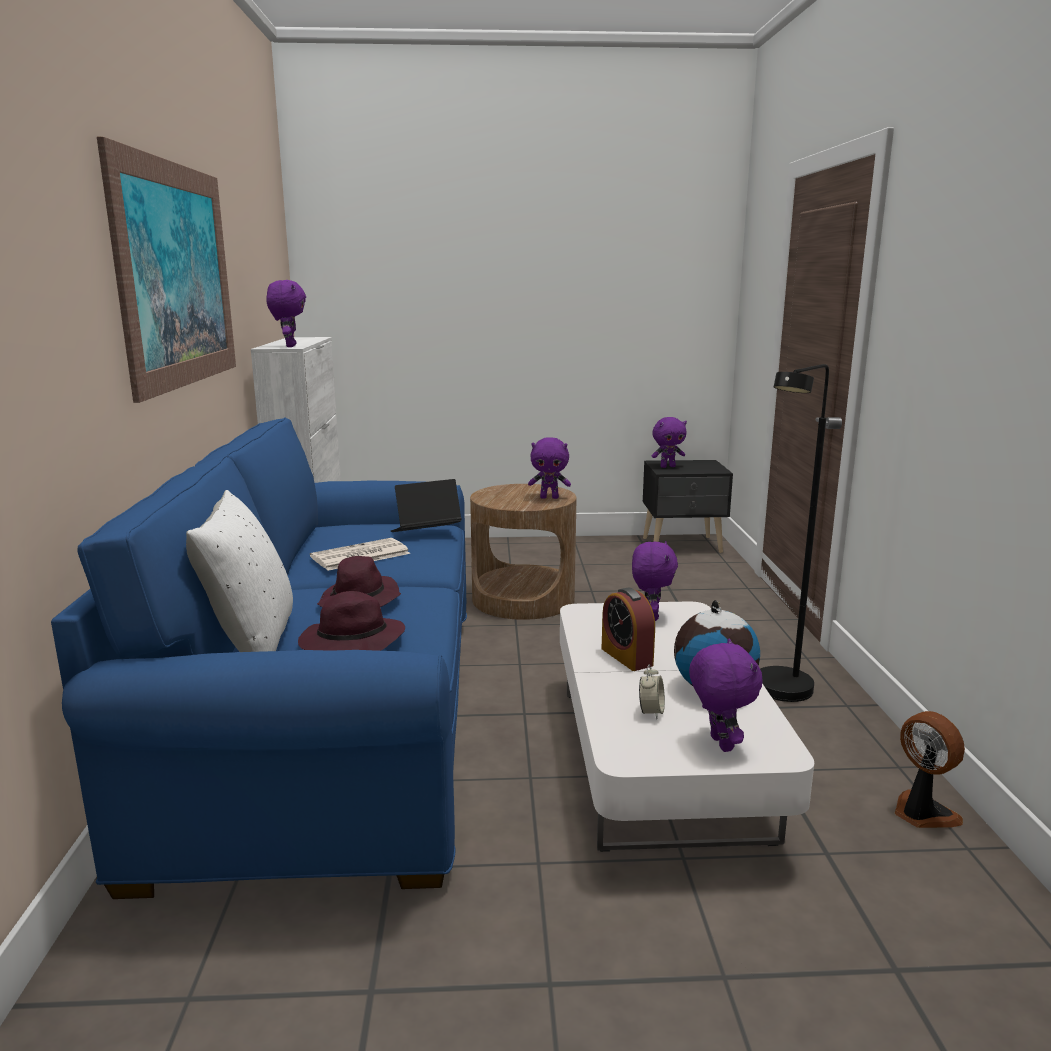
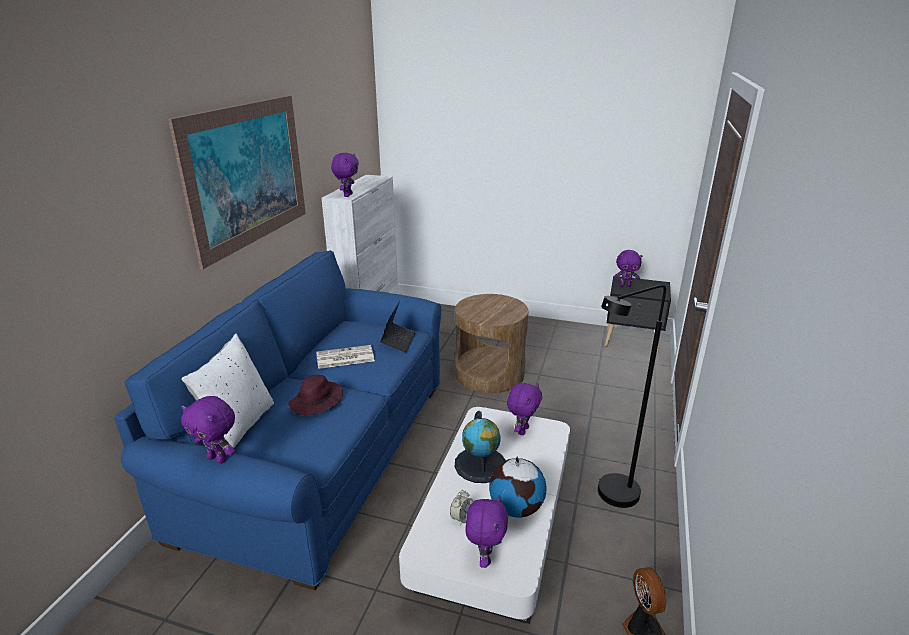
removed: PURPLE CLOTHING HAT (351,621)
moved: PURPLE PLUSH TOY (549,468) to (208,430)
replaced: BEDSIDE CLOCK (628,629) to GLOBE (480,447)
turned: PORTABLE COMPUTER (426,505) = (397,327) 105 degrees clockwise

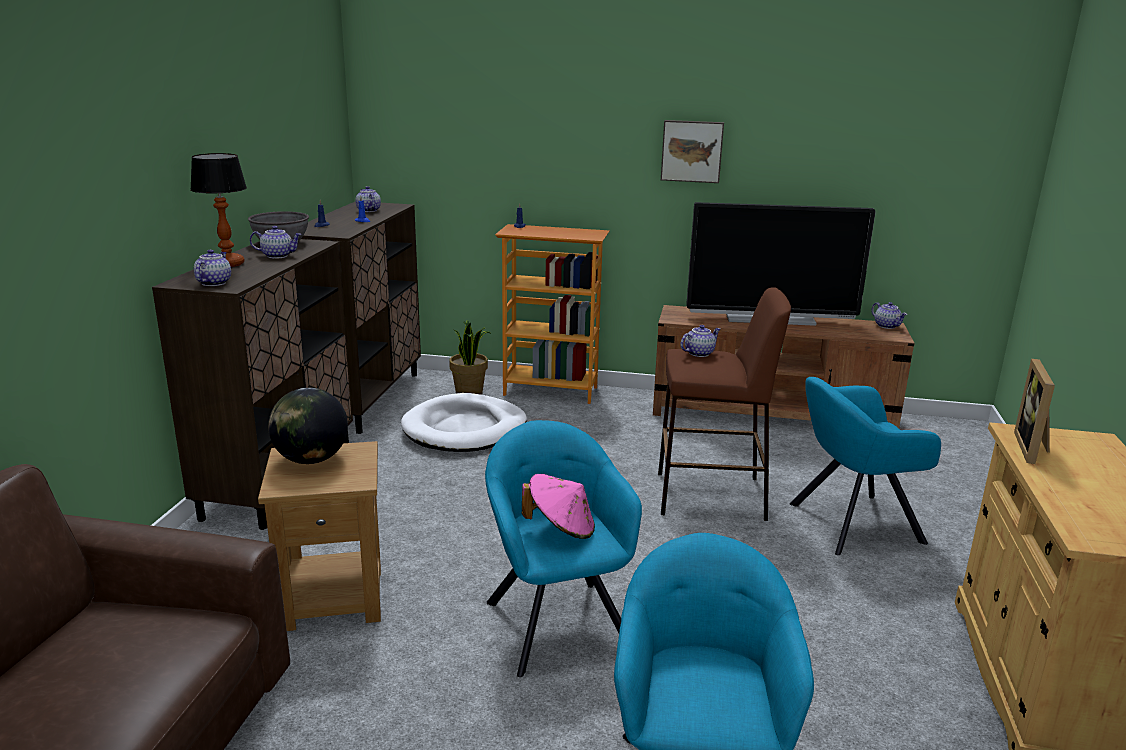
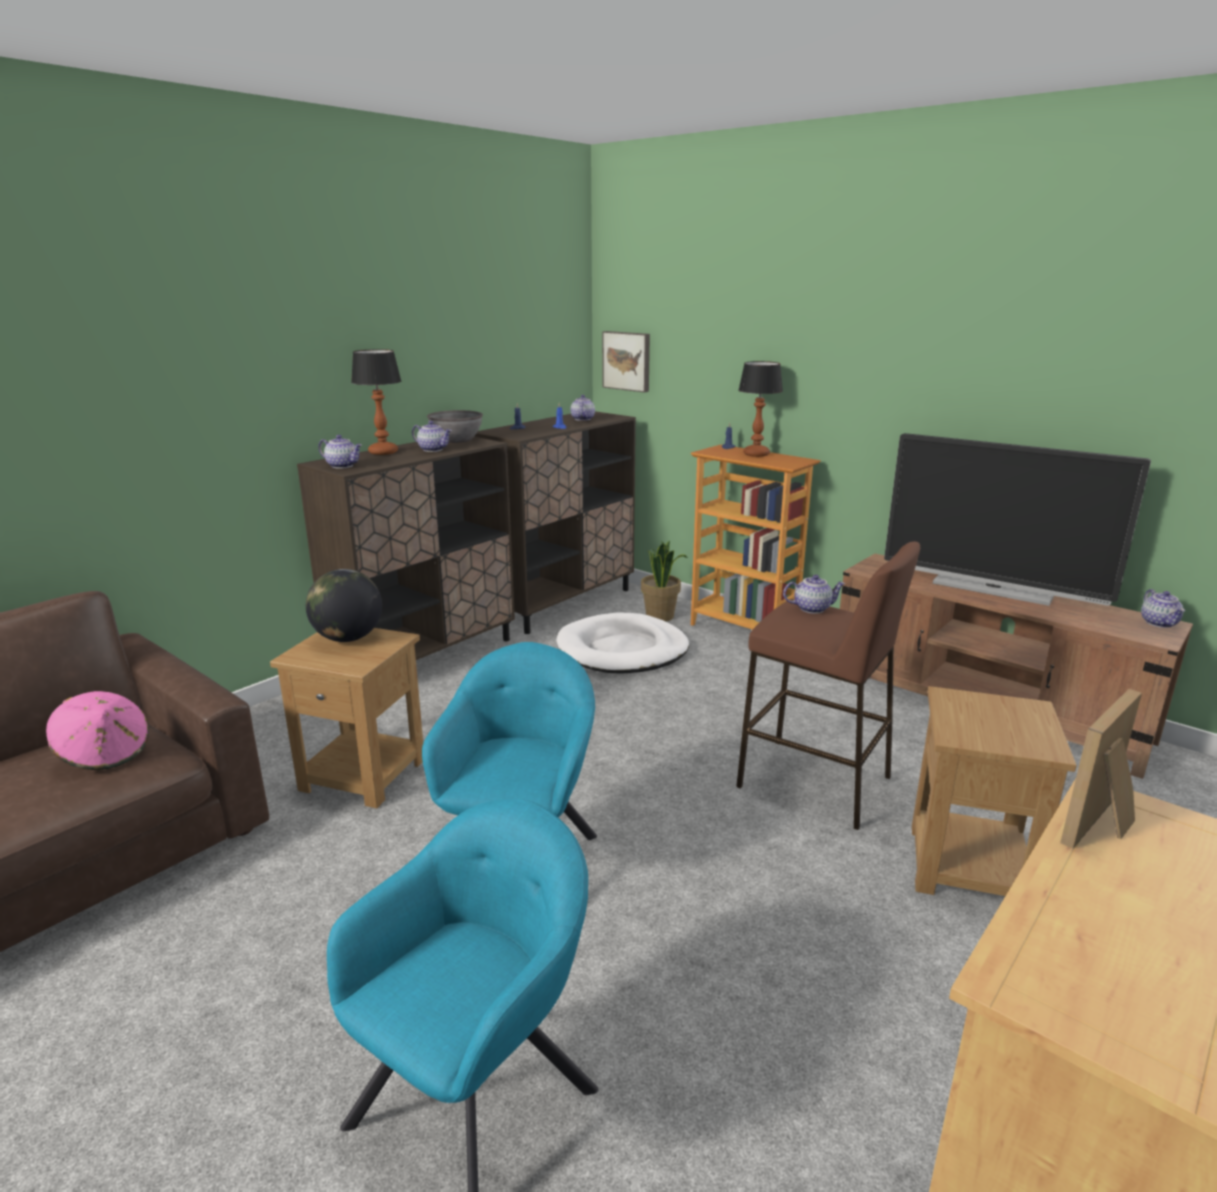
added: TABLETOP LAMP (760,409)
moved: PINKISH CLOTHING HAT (558,506) to (97,730); WALL ART (692,151) to (626,362)
replaced: BLUE-GREEN ARMCHAIR (865,466) to BROWN-COLOURED END TABLE (994,791)
turned: POT FOR TEA (212,268) = (340,451) 75 degrees clockwise

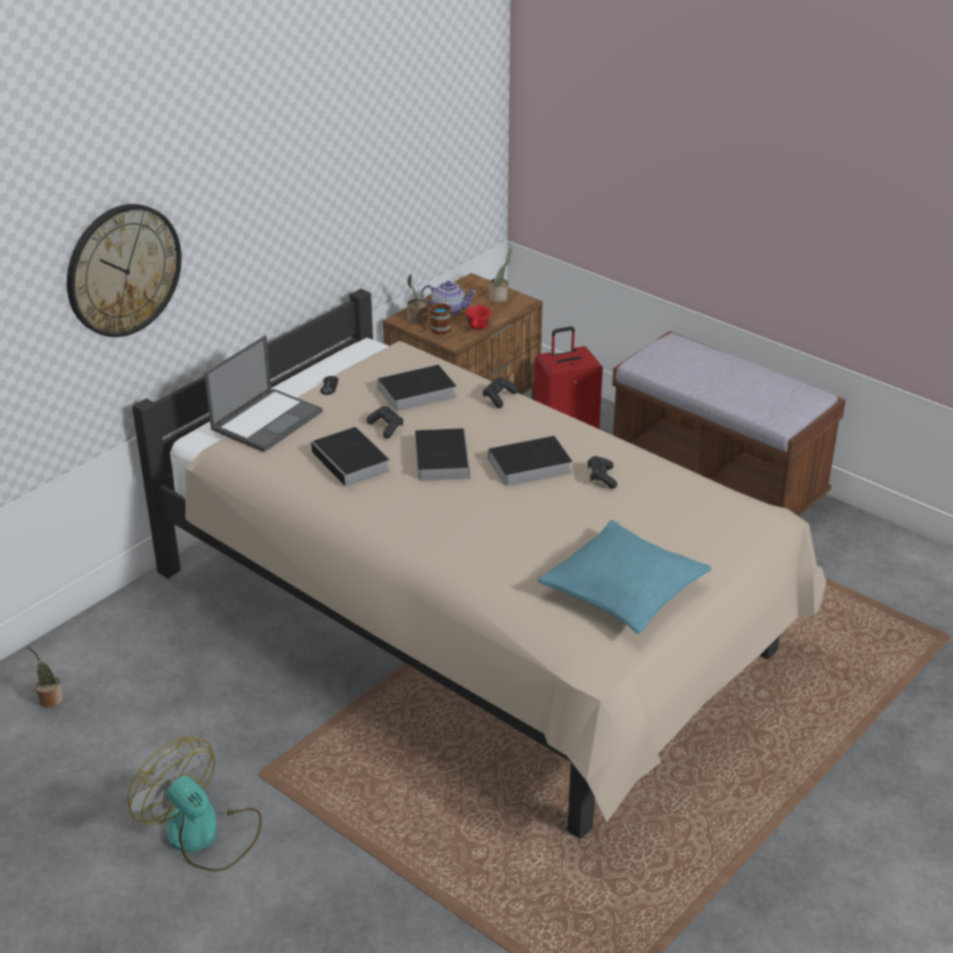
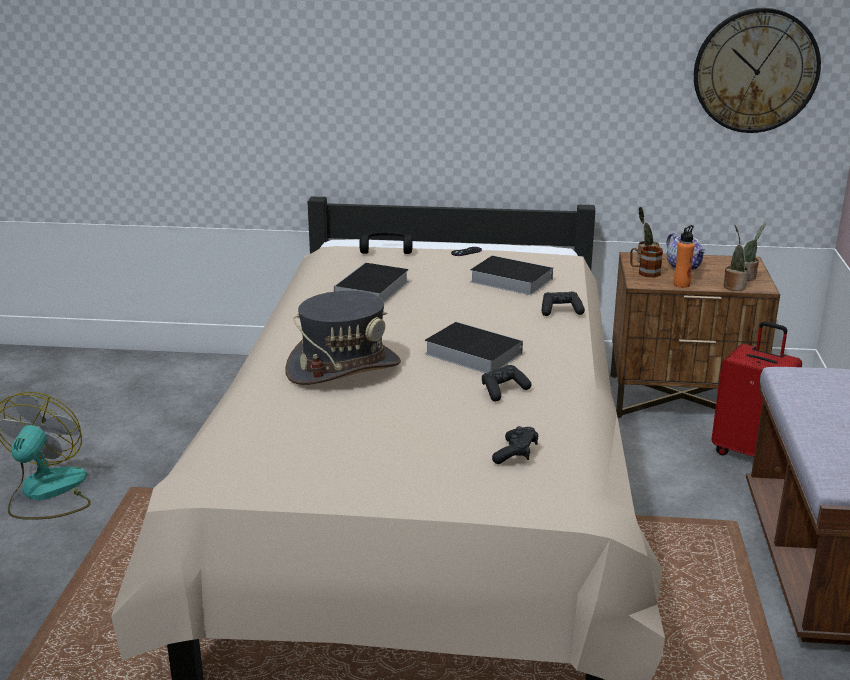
removed: BOUND BOOK (442,454); BLUE-GREEN THROW PILLOW (624,577)
added: GREY CLOTHING HAT (343,338)
moved: PLANT IN A POT (45,677) to (736,258); CLOCK ON THE WALL (124,270) to (757,70); BLACK GAMEPAD (384,422) to (515,445)
replaced: PORTABLE COMPUTER (263,393) to BLACK HEADPHONES (386,243); RED DRINKING CUP (479,317) to ORANGEY BOTTLE (684,256)

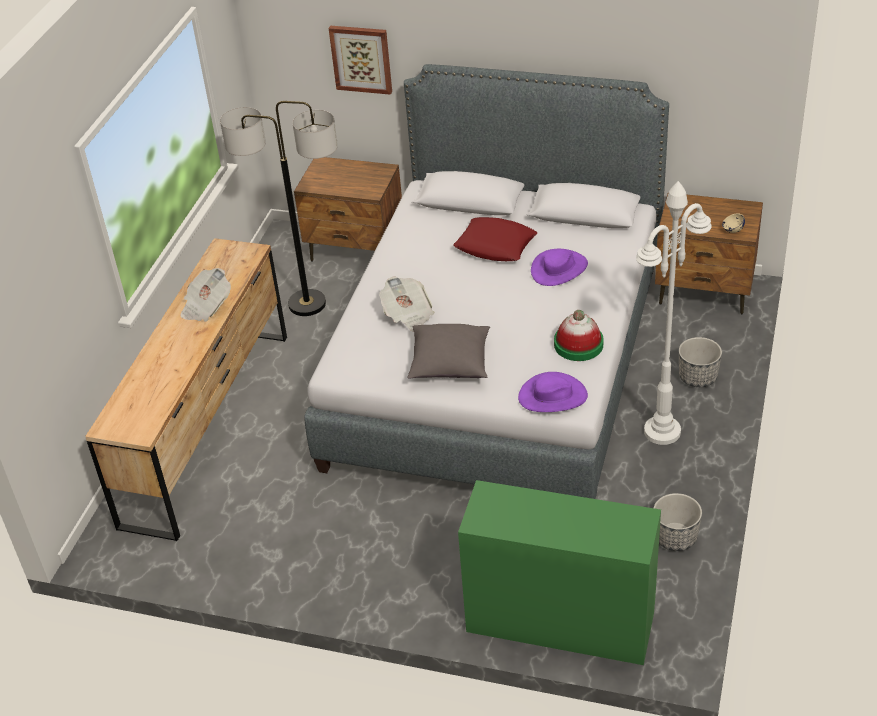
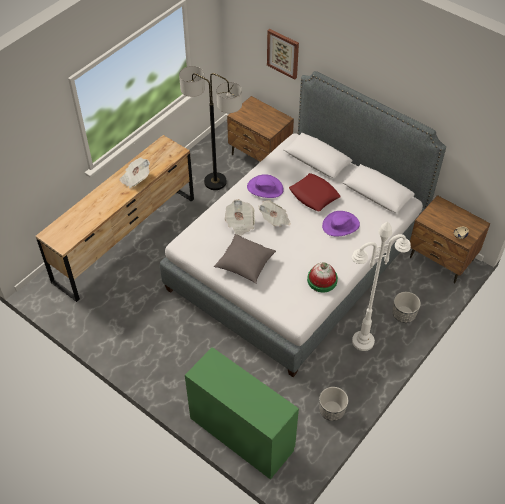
added: PRINTED PAPER (274,213)
moved: PURPLE CLOTHING HAT (553,392) to (265,186)

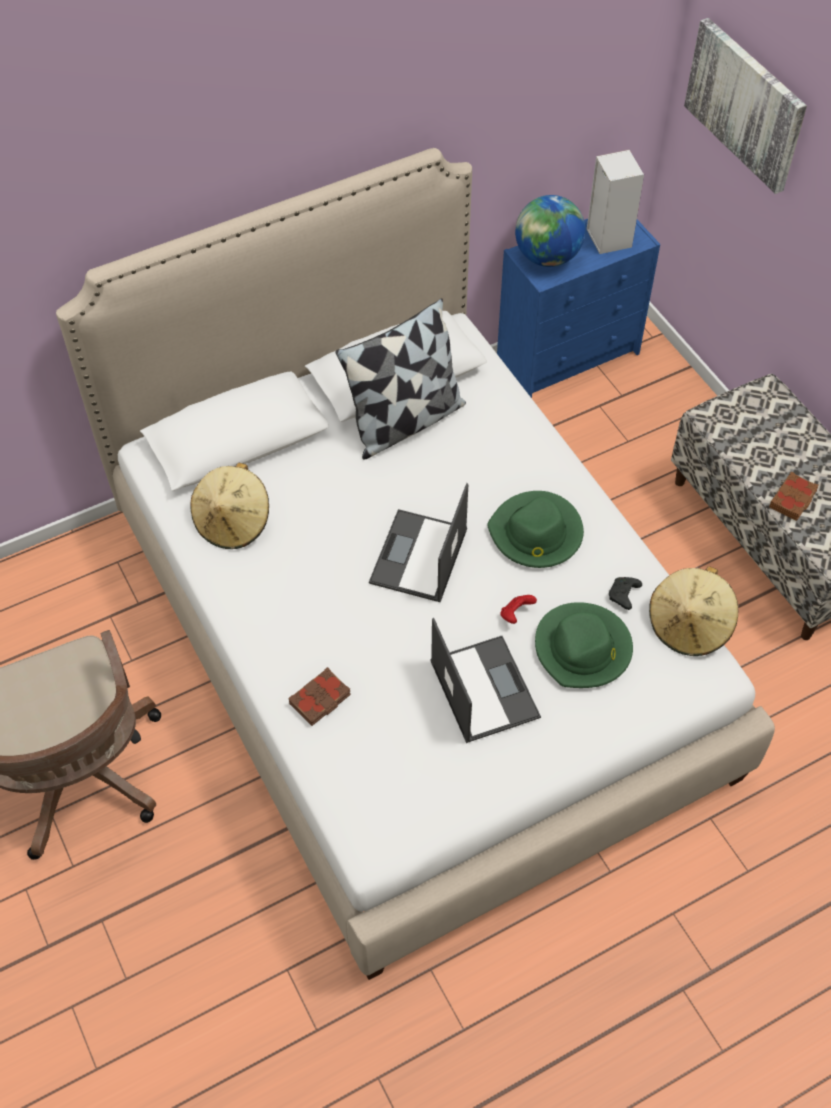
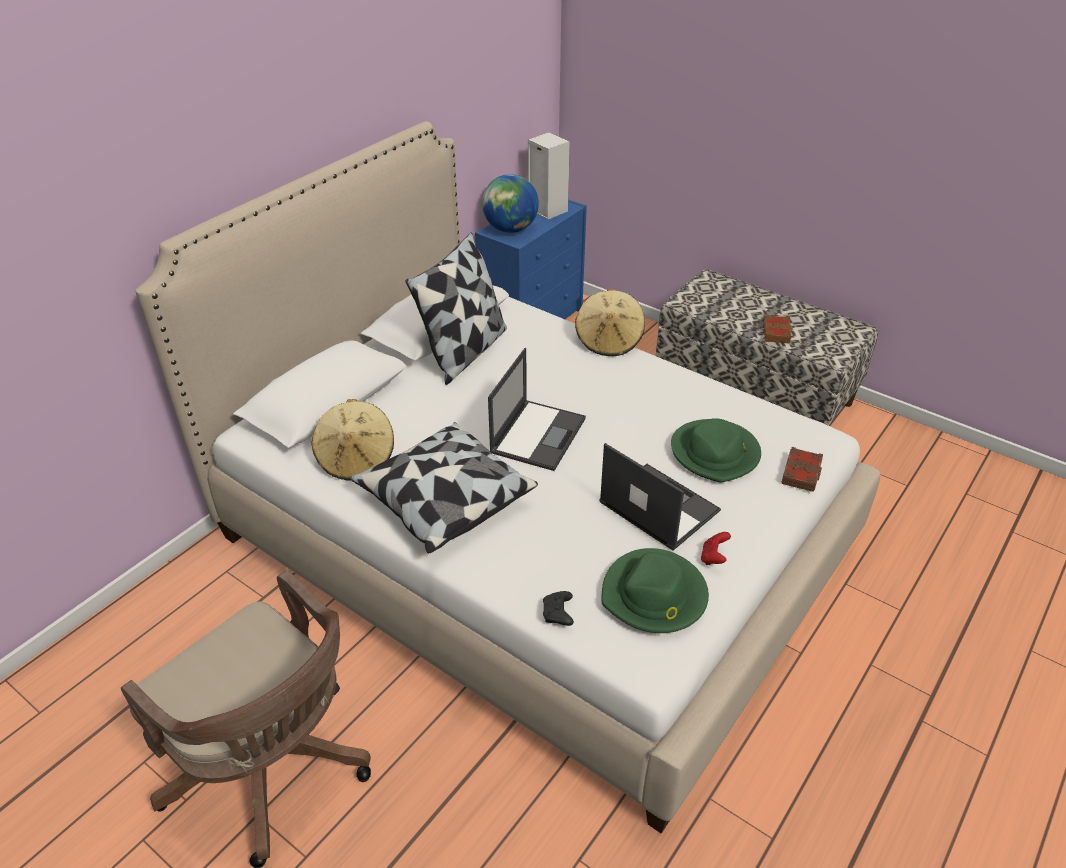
removed: WALL ART (745,106)
added: THROW PILLOW (444,487)
moved: BROWN-COLOURED BOUND BOOK (319,696) to (802,469); GREENISH CLOTHING HAT (535,529) to (655,590); RED GAMEPAD (519,609) to (716,548); BLACK GAMEPAD (625,593) to (558,608); SAND-COLOURED CLOTHING HAT (693,611) to (610,322)
turned: PORTABLE COMPUTER (418,542) = (537,409) 150 degrees counterclockwise

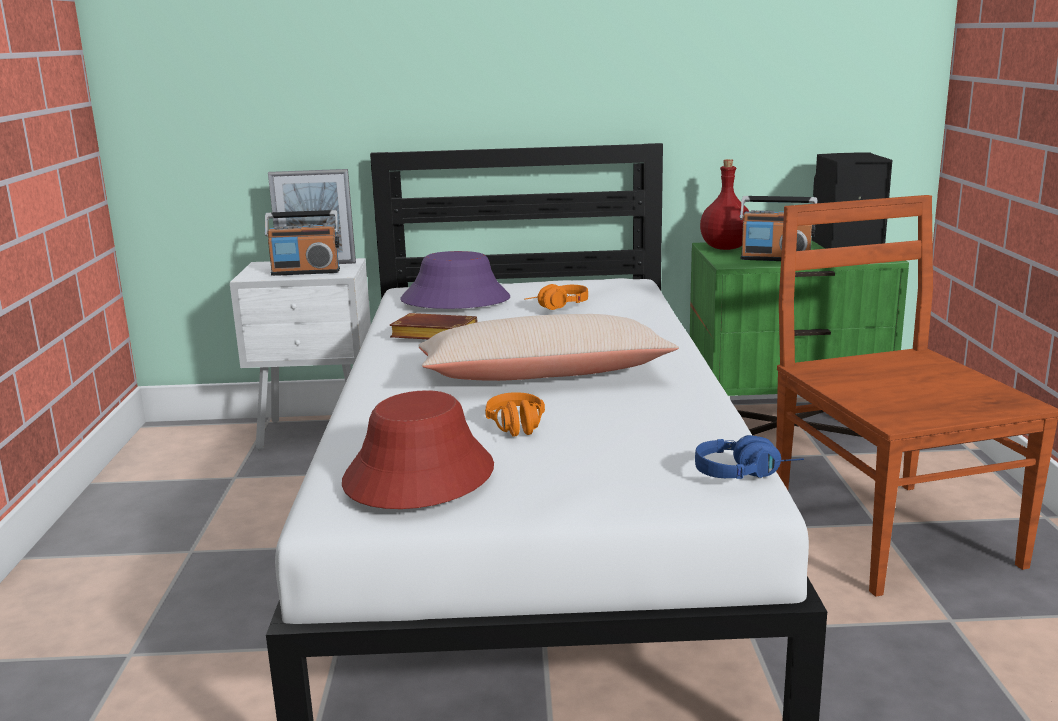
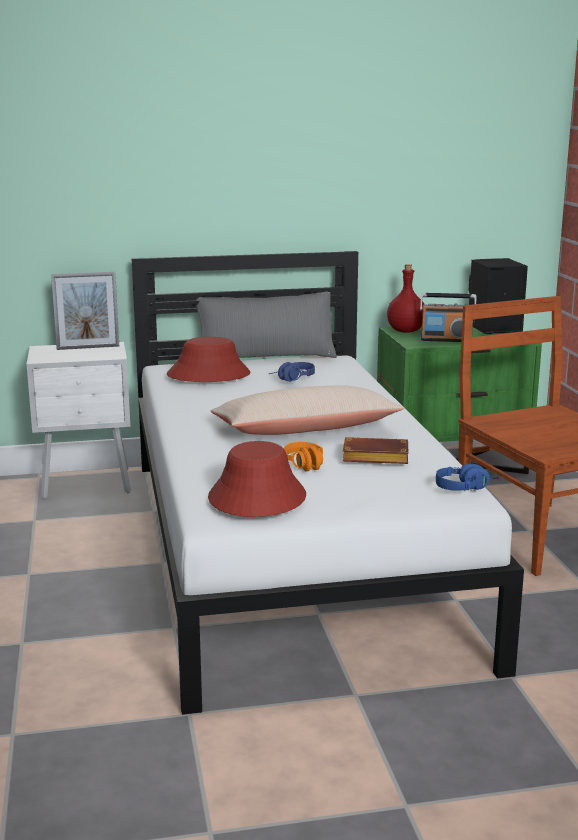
removed: RADIO (302,243)
added: GREY THROW PILLOW (266,325)
moved: BROWN-COLOURED BOUND BOOK (434,326) to (376,450)
recoloured: PURPLE CLOTHING HAT (455,280) to RED CLOTHING HAT (208,359); ORANGEY HEADPHONES (556,297) to BLUE HEADPHONES (292,372)

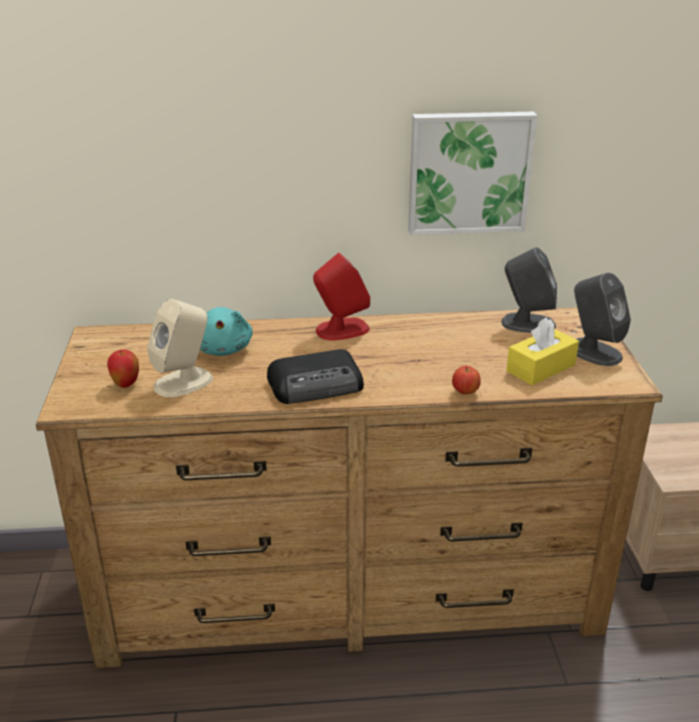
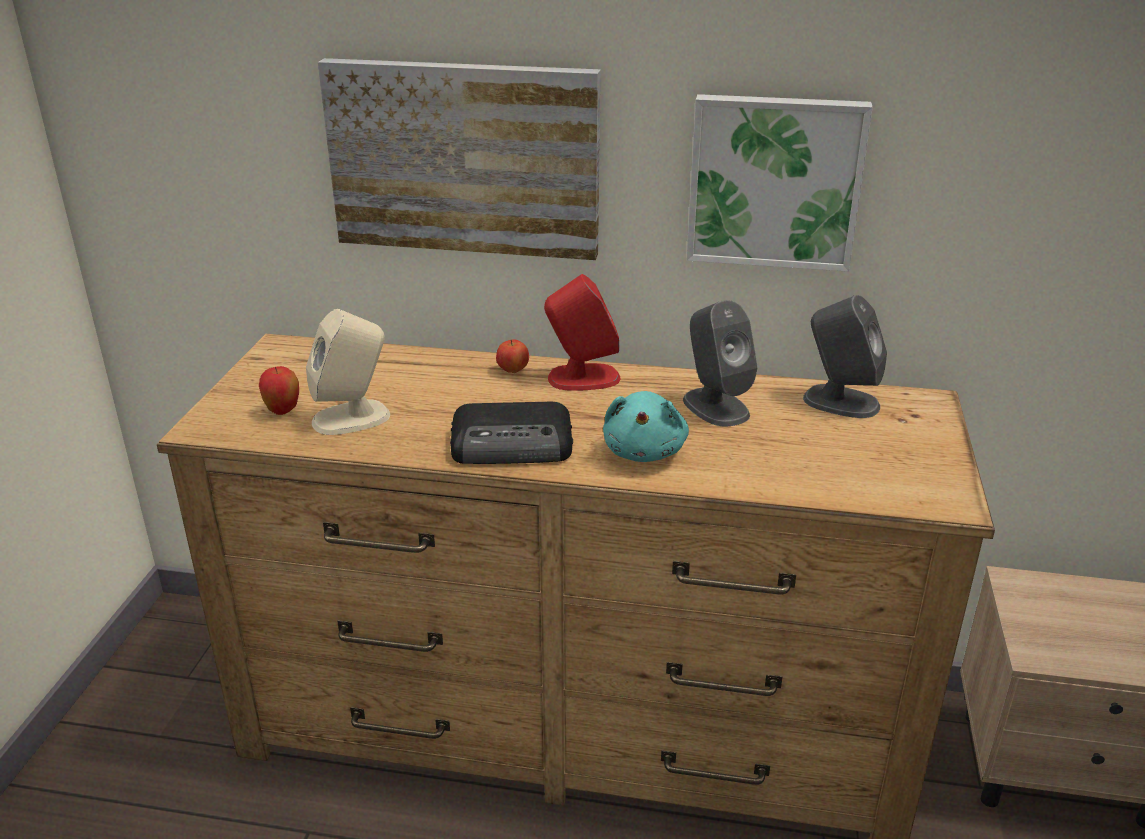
removed: YELLOWISH TISSUE HOLDER (542,351)
added: WALL ART (459,159)
moved: BLUE-GREEN PLUSH TOY (226,331) to (646,426); WHOLE APPLE (466,380) to (512,356); GREY AUDIO SPEAKER (602,319) to (720,363)

